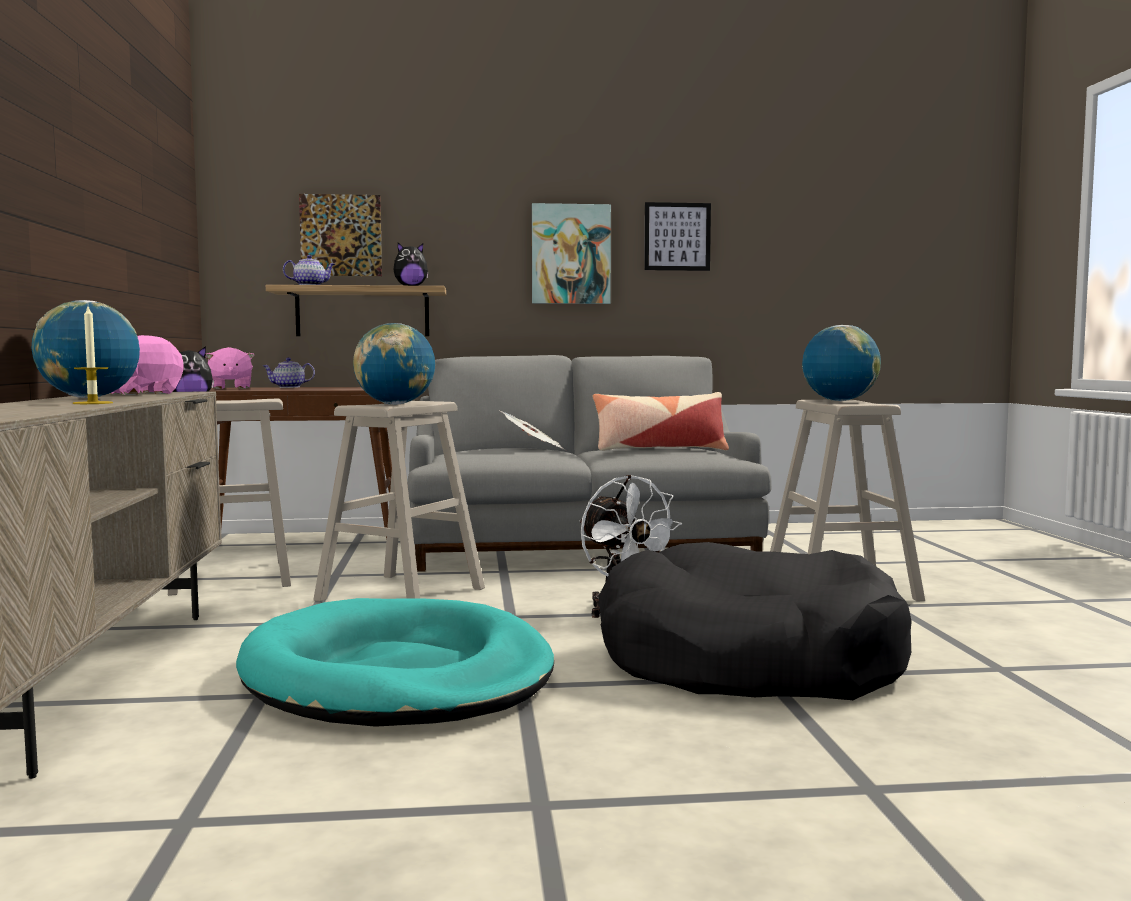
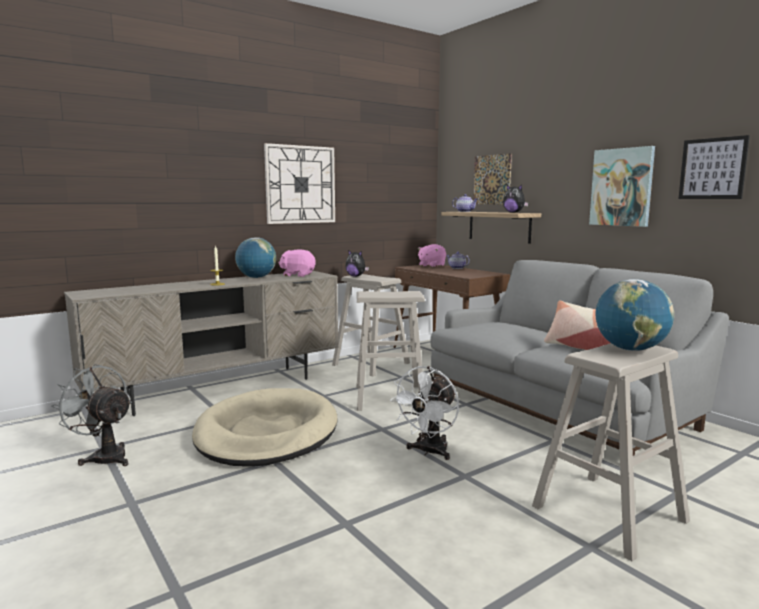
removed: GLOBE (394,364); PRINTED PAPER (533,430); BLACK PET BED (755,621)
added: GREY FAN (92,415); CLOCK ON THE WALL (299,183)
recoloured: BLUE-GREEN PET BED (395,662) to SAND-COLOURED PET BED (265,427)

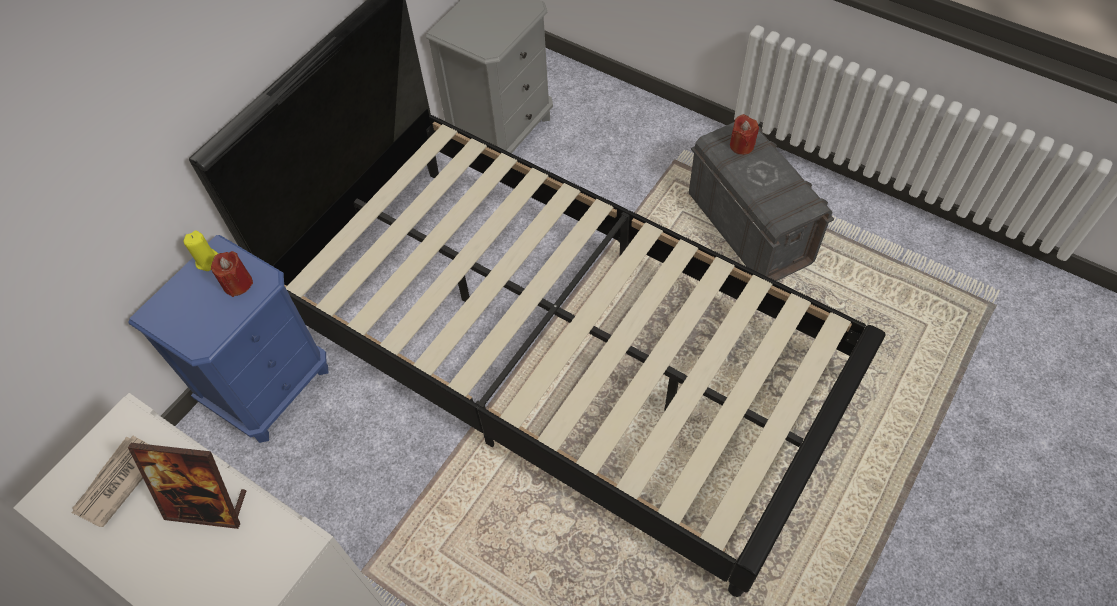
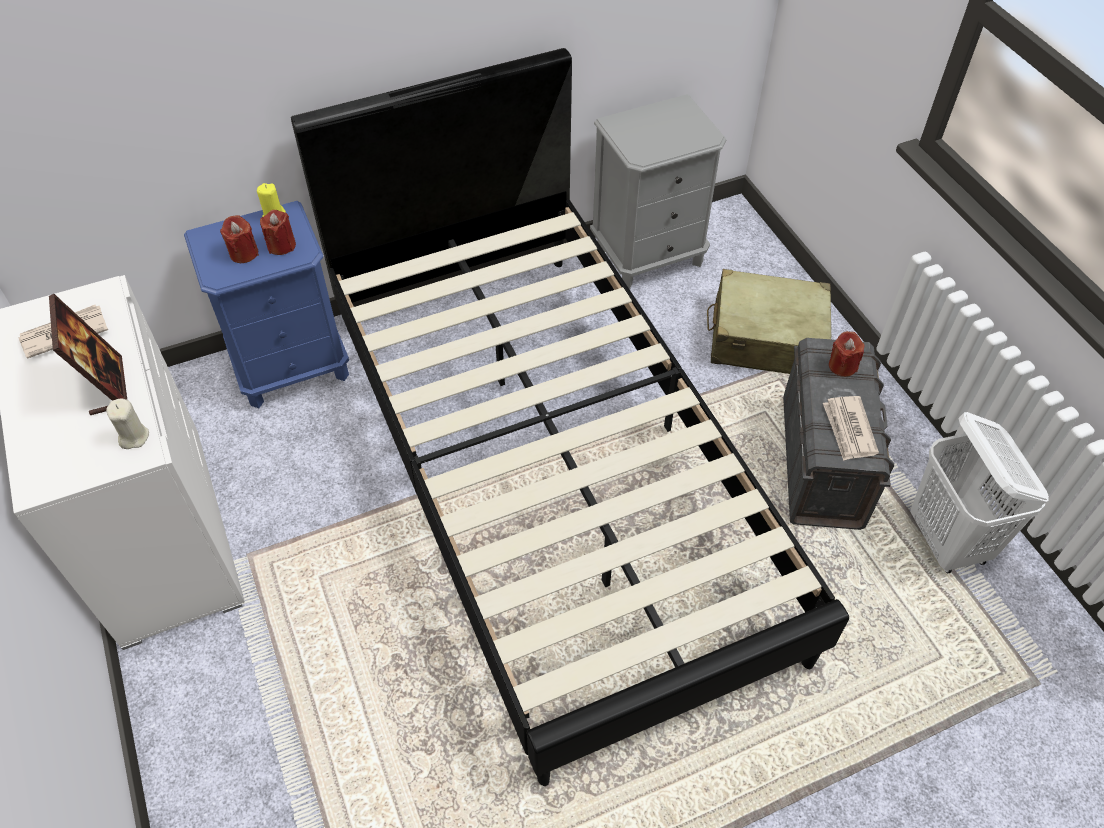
added: SAND-COLOURED CANDLE (127,423); RED CANDLE (239,239); SAND-COLOURED SUITCASE (769,321); PRINTED PAPER (851,428); WHITISH LAUNDRY BASKET (979,492)
turned: PHOTO FRAME (187,486) = (88,354) 150 degrees counterclockwise

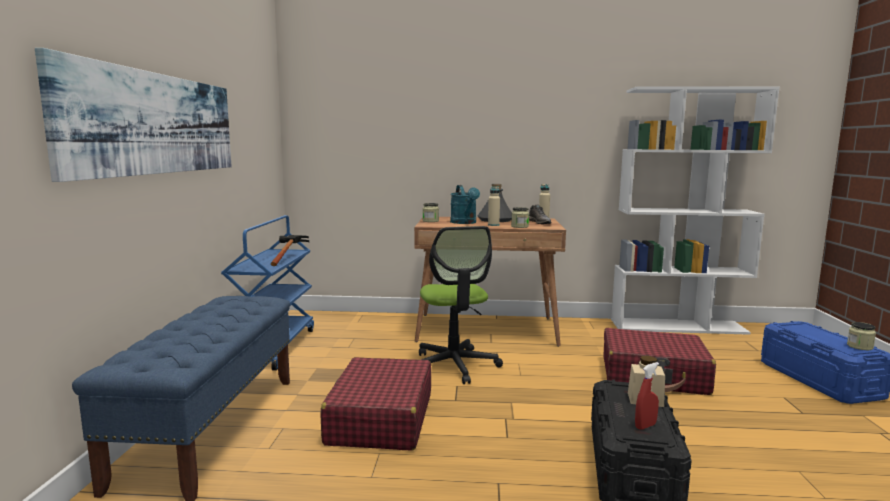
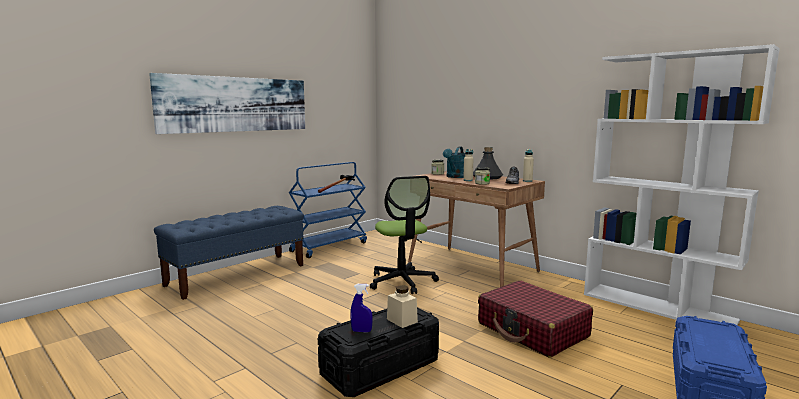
removed: RED SUITCASE (375,403); STORAGE JAR (861,336)
recoloured: RED SPRAYER (647,396) to BLUE SPRAYER (361,308)
turned: OFFICE CHAIR (461,305) = (404,235) 45 degrees counterclockwise

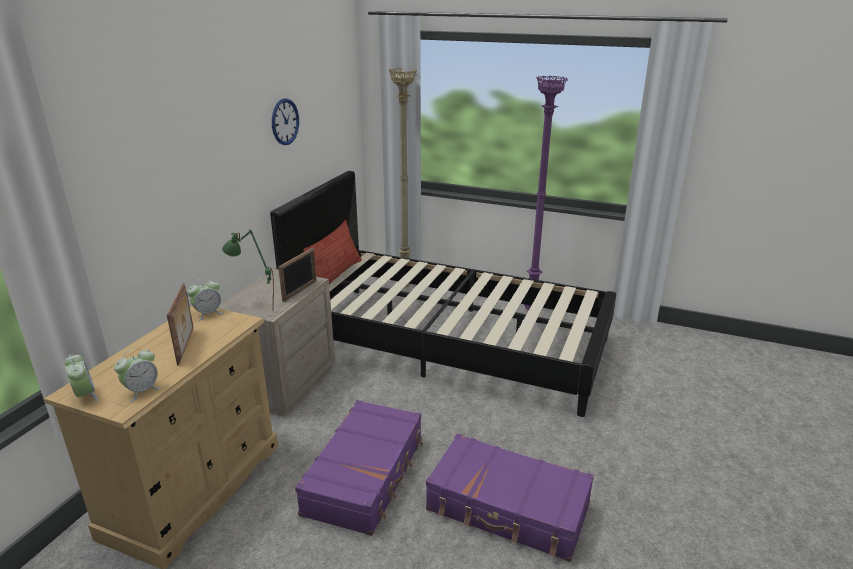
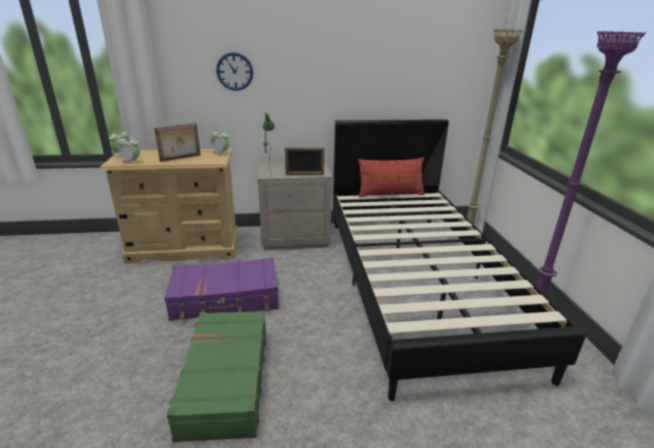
moved: CLOCK ON THE WALL (285,122) to (234,71)
recoloured: PURPLE SUITCASE (510,498) to GREENISH SUITCASE (216,376)

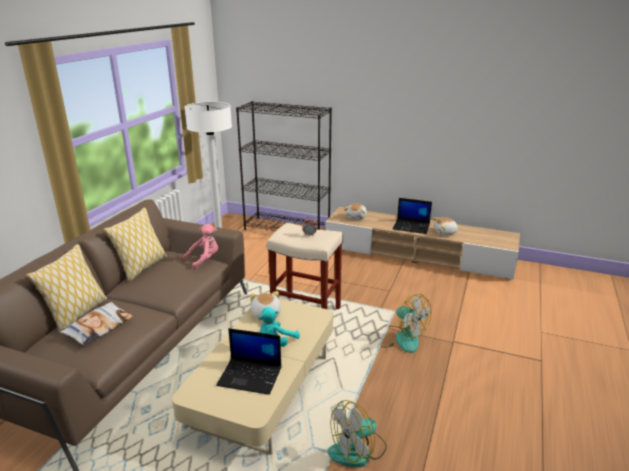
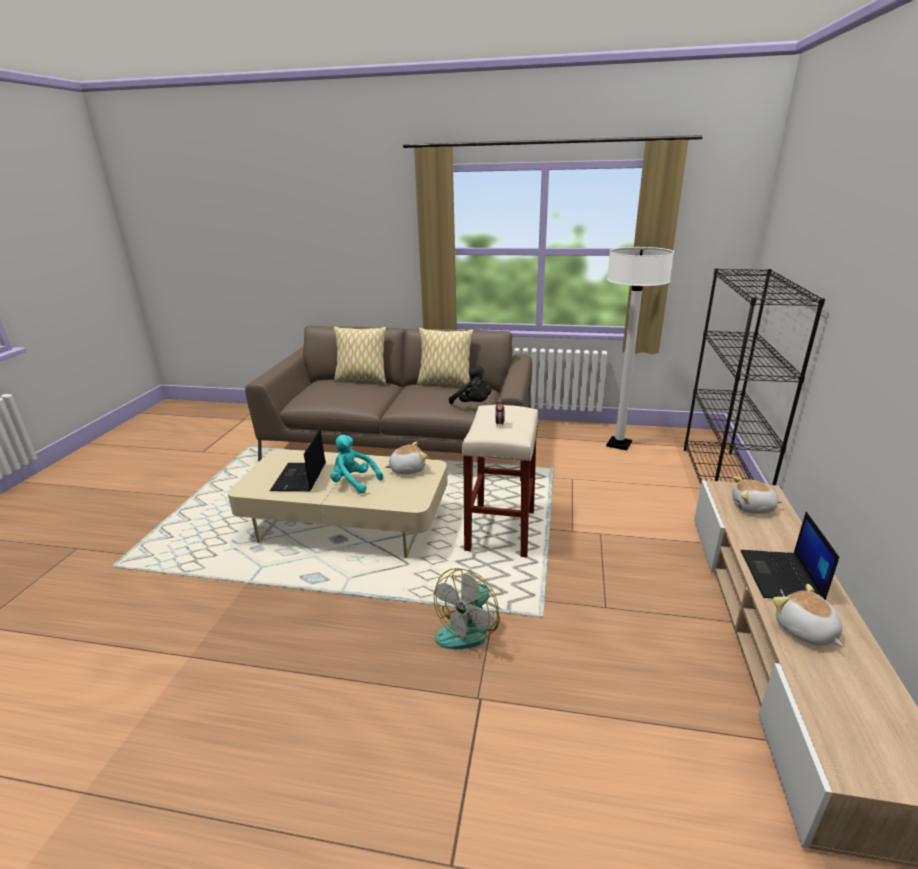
removed: THROW PILLOW (97,324); FAN (357,433)
recoloured: PINKISH PLUSH TOY (200,246) to BLACK PLUSH TOY (470,385)

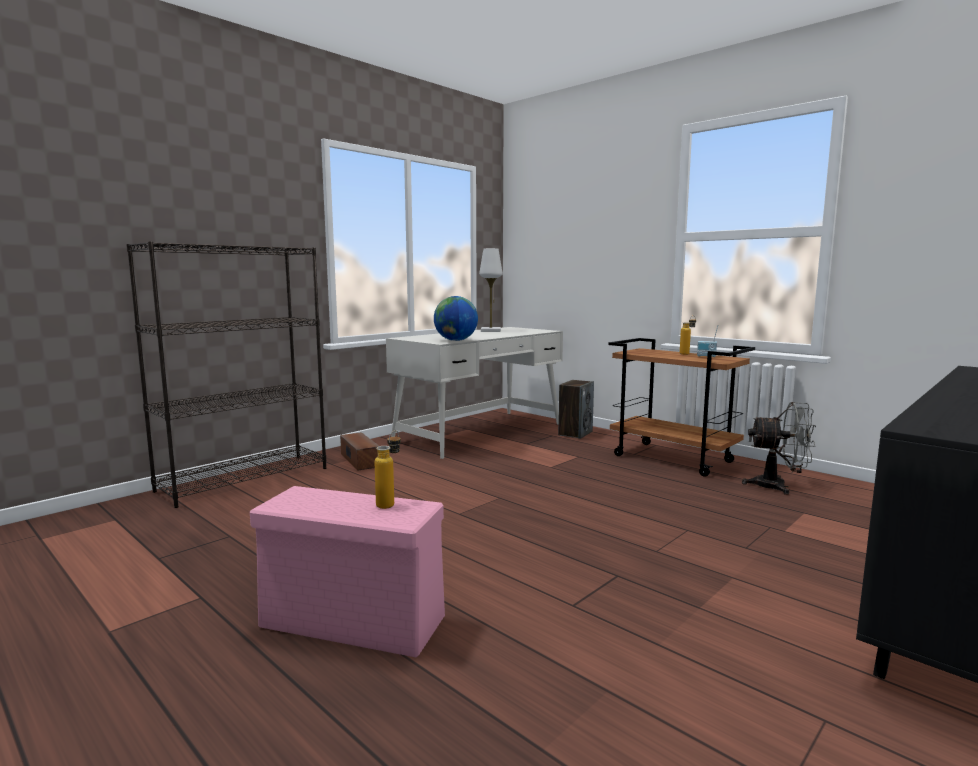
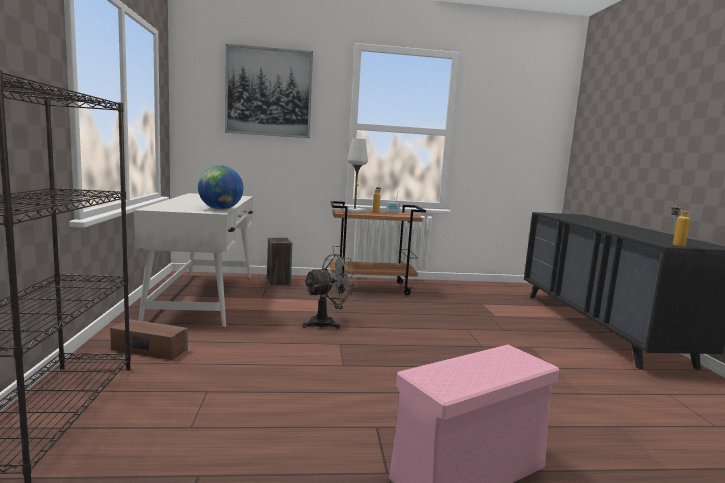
added: WALL ART (269,91)
moved: BOTTLE (387,469) to (680,224); WHITISH TABLETOP LAMP (491,290) to (355,175); GREY FAN (779,448) to (330,291)

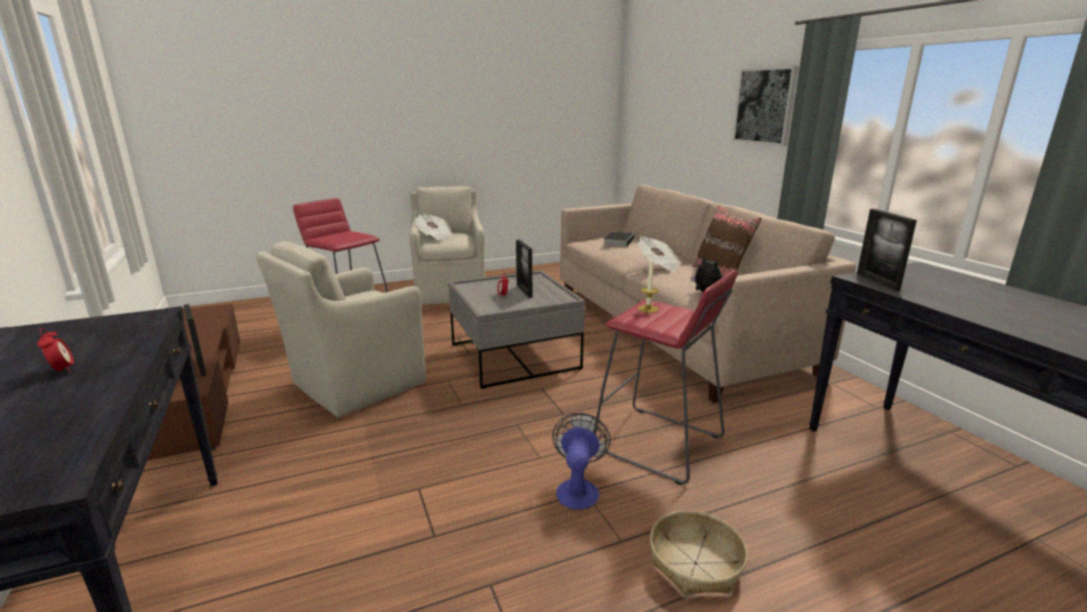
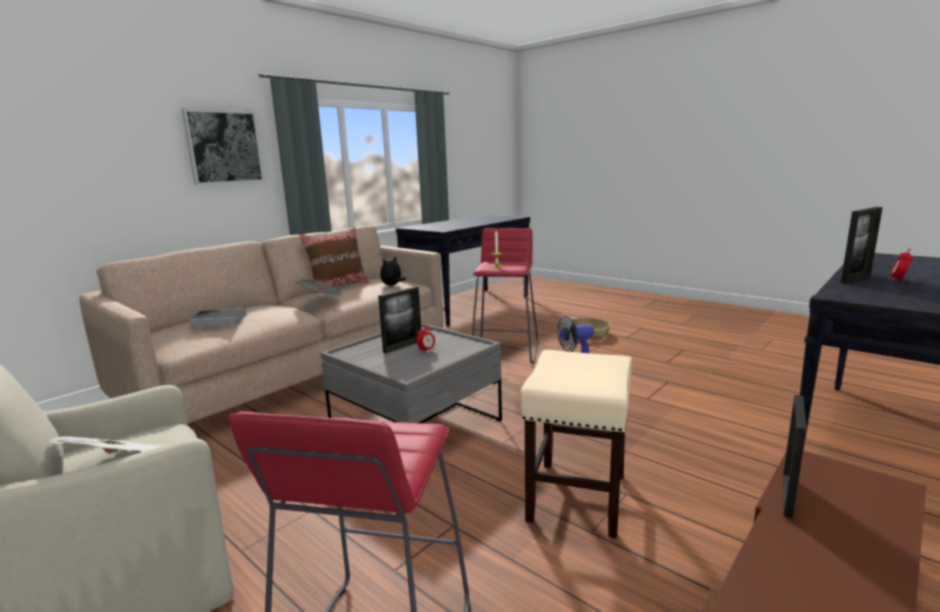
moved: PHOTO FRAME (887,250) to (862,245)
replaced: SAND-COLOURED ARMCHAIR (341,329) to SAND-COLOURED SITTING STOOL (576,444)

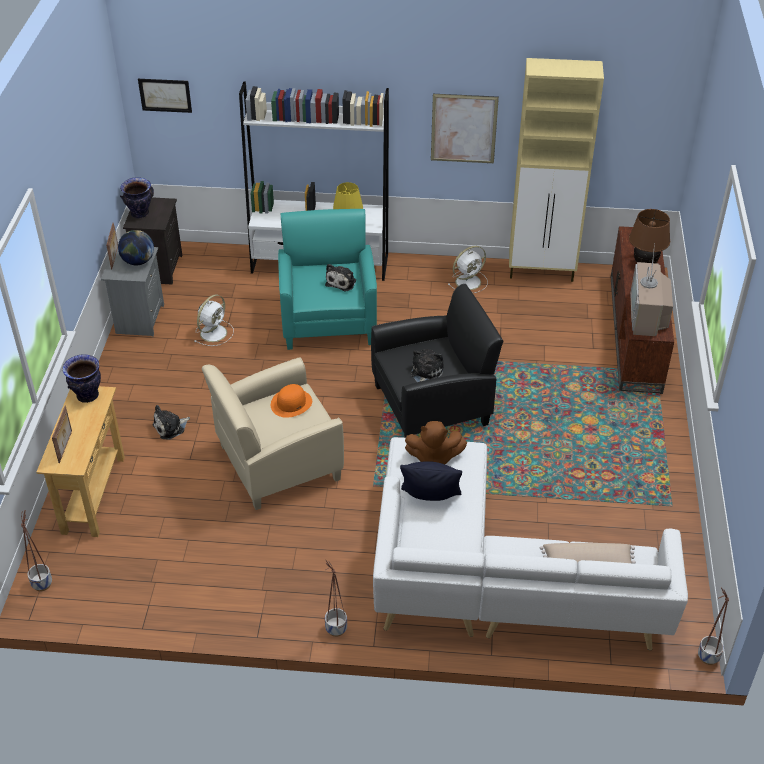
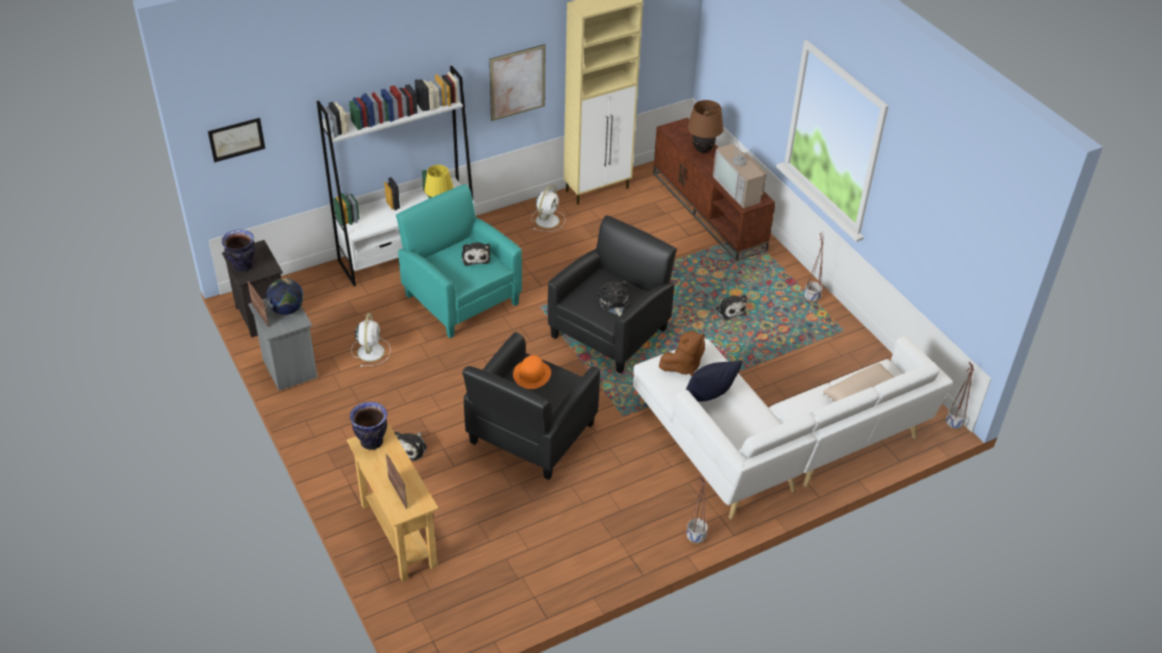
added: PLUSH TOY (731,308)
moved: PLANT POT (36,550) to (814,267)
recoloured: SAND-COLOURED ARMCHAIR (273,433) to BLACK ARMCHAIR (531,406)

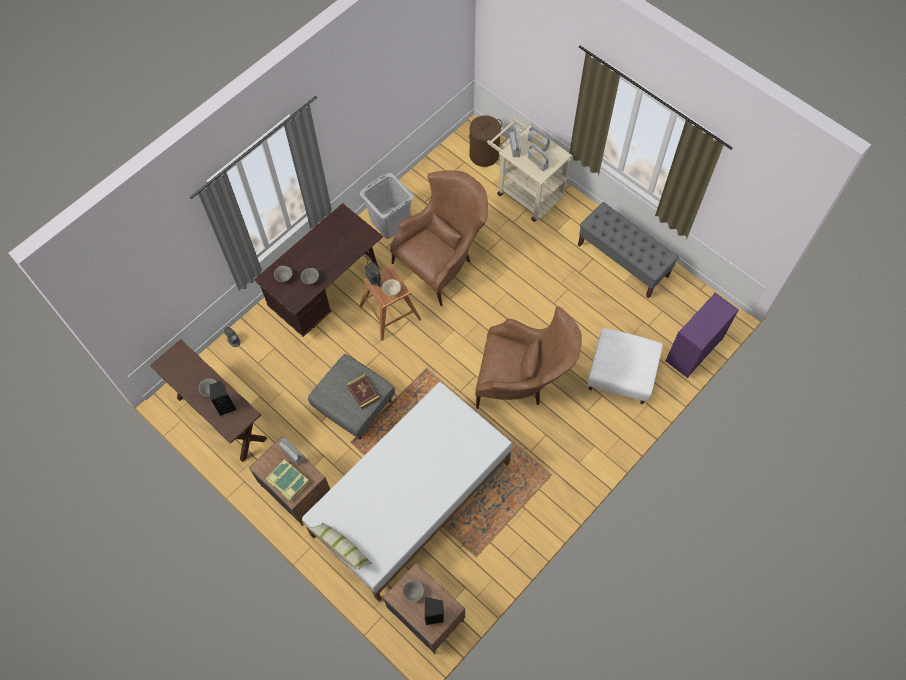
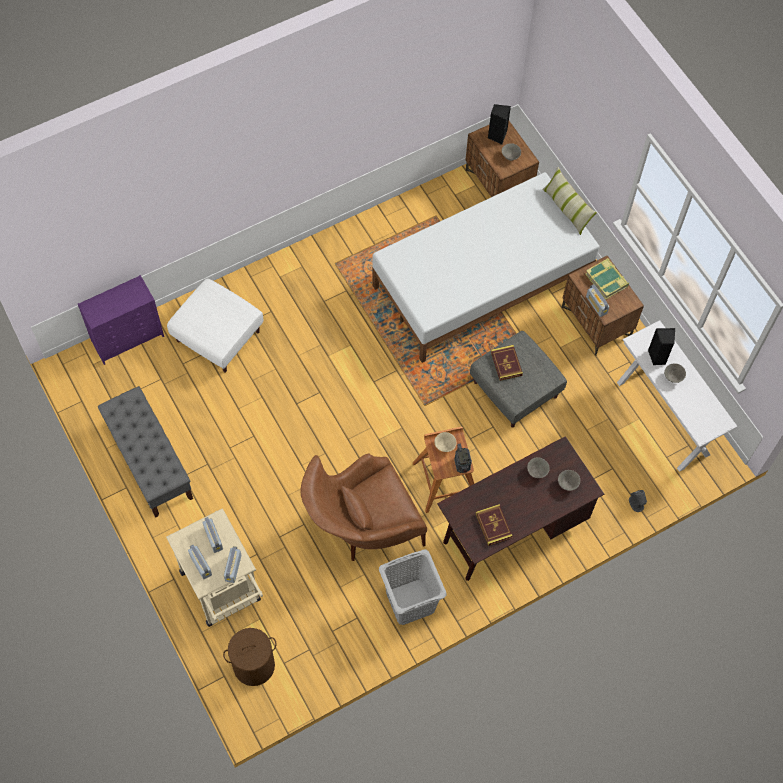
removed: BROWN-COLOURED ARMCHAIR (528,357)
added: BOUND BOOK (494,525)
recoloured: BROWN-COLOURED HALL TABLE (208,400) to WHITISH HALL TABLE (677,396)

